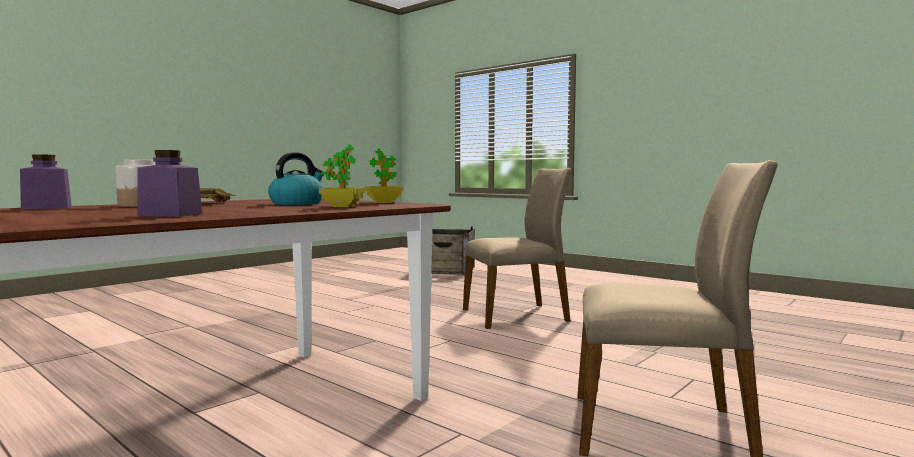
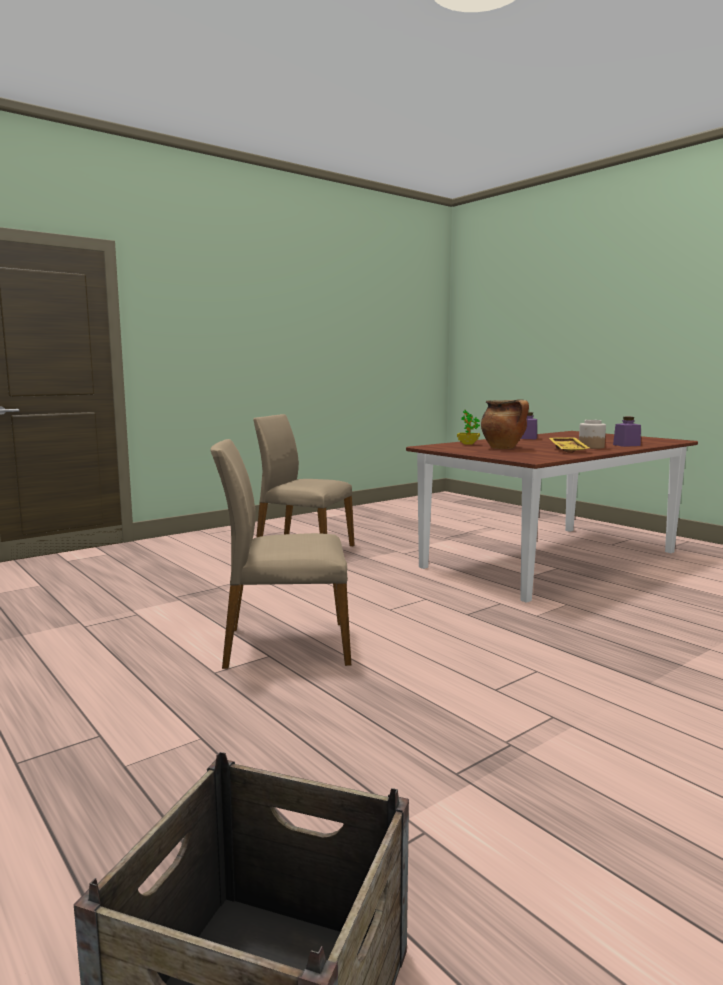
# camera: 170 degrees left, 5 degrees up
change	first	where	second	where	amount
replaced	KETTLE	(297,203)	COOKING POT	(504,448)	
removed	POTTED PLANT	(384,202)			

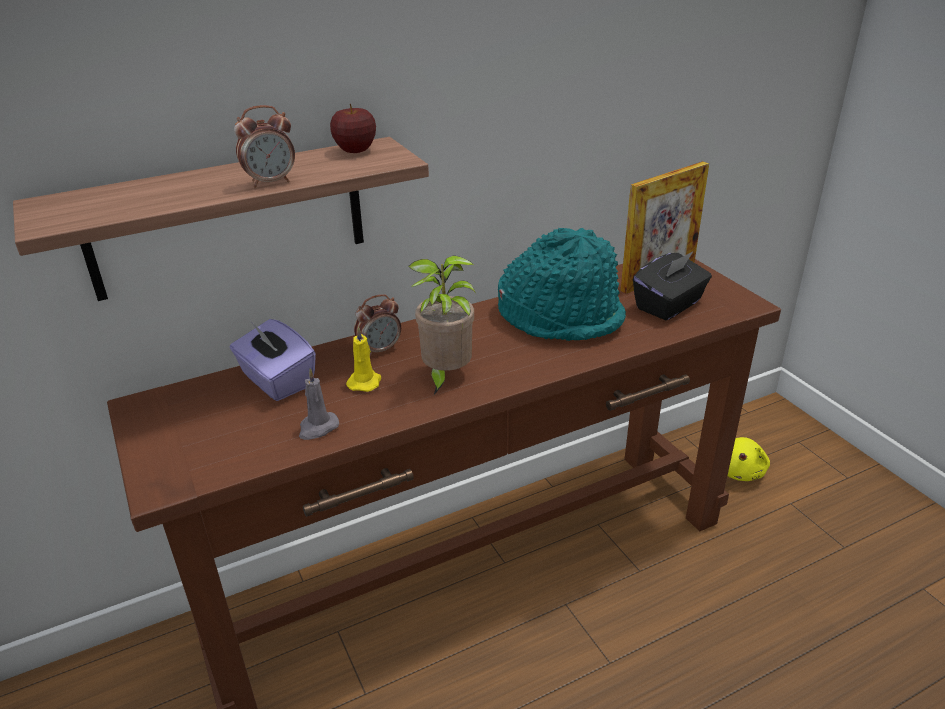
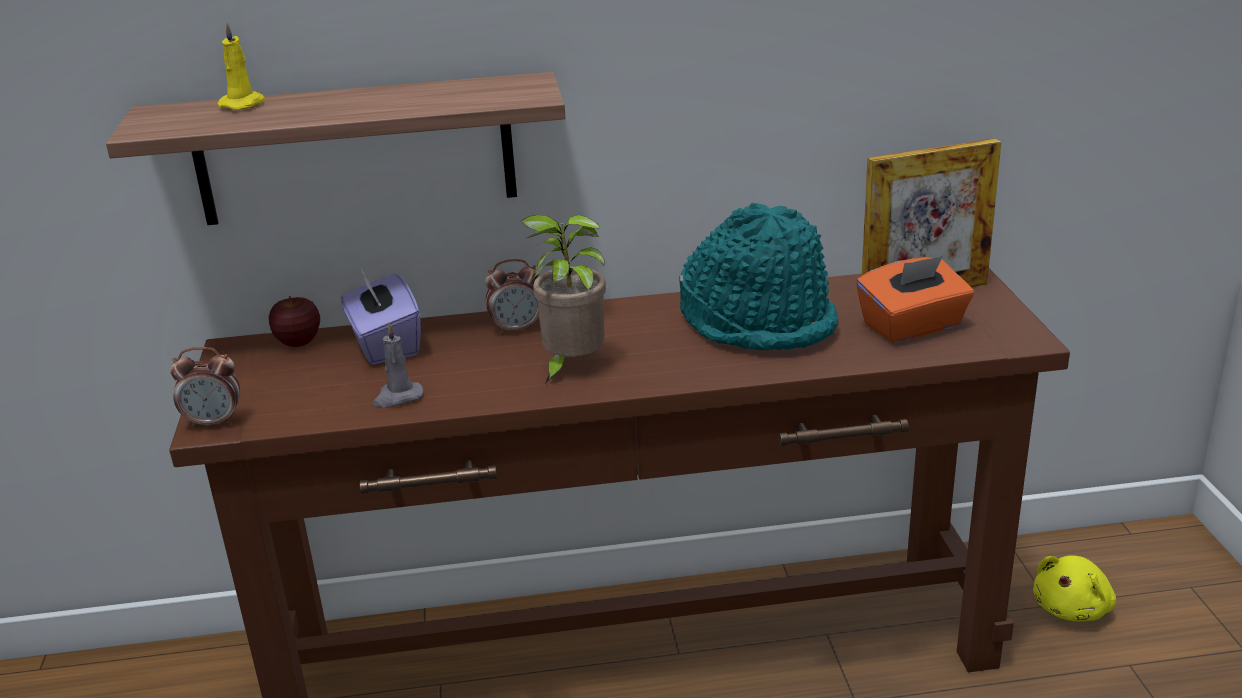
# camera: 20 degrees right, 5 degrees down
change	first	where	second	where	amount
moved	ALARM CLOCK	(271,182)		(214,422)	
moved	APPLE	(356,150)		(298,342)	
moved	YELLOW CANDLE	(365,382)		(244,104)	
recoloured	BLACK TISSUE BOX	(669,305)	ORANGE TISSUE BOX	(912,327)	

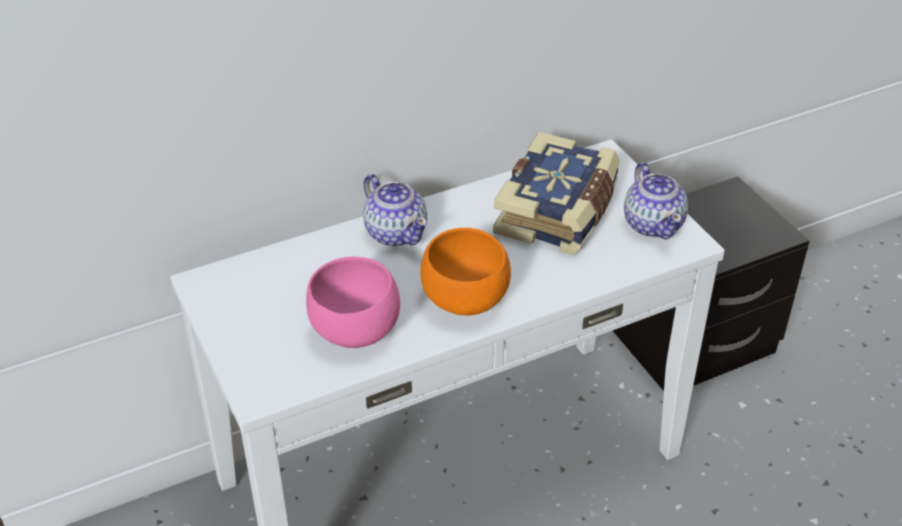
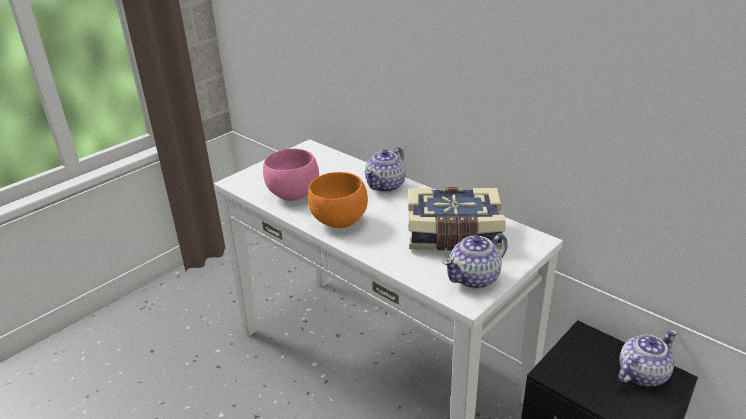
# camera: 70 degrees right, 10 degrees down
change	first	where	second	where	amount
added			TEAPOT	(641,374)	

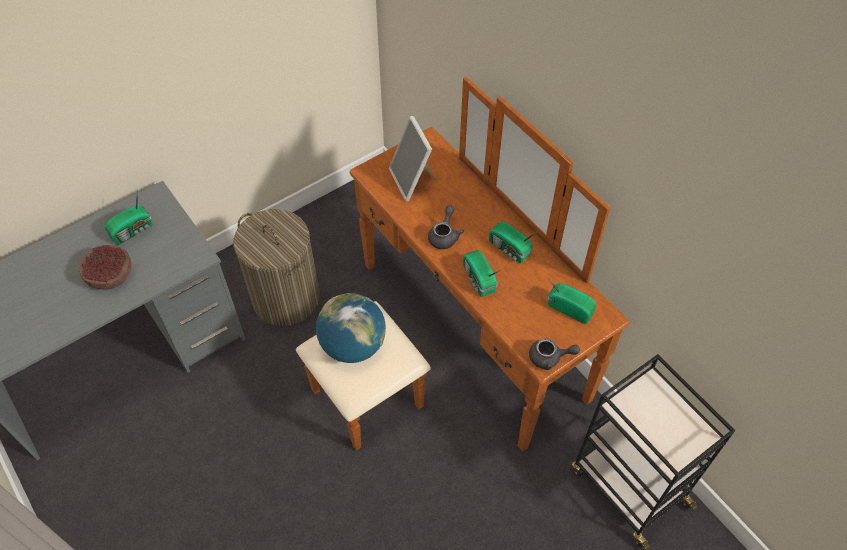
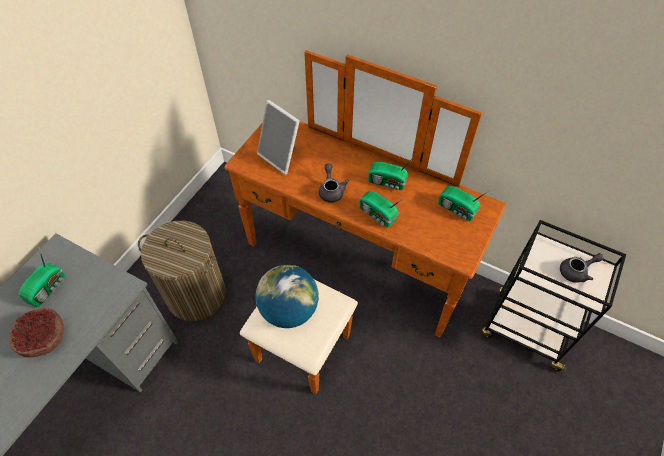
# camera: 25 degrees left, 0 degrees up
change	first	where	second	where	amount
moved	GREY TEAPOT	(549,358)		(576,271)	
turned	RADIO	(569,307)		(457,210)	150 degrees counterclockwise

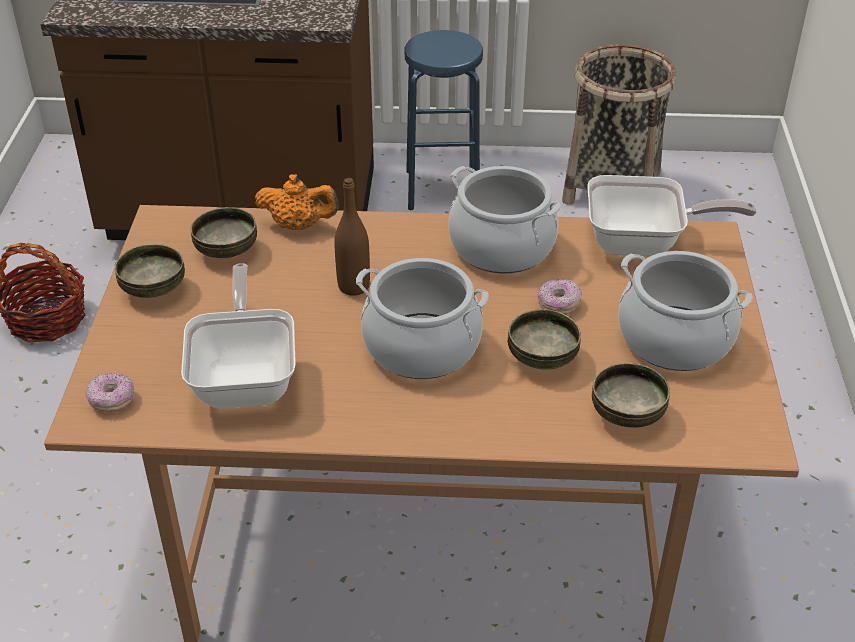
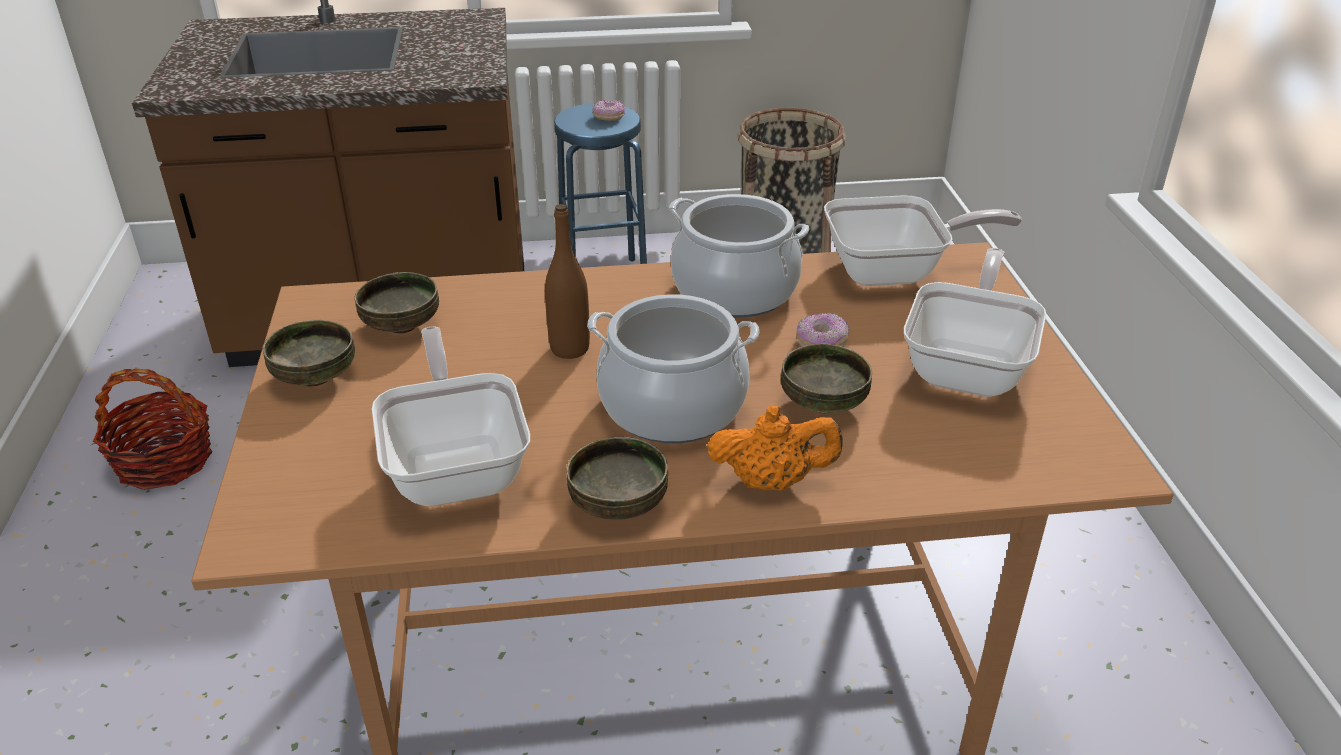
# camera: 10 degrees left, 5 degrees down
change	first	where	second	where	amount
moved	DONUT	(112,400)		(608,118)	
moved	ORANGE TEAPOT	(299,226)		(772,482)	
moved	BOWL	(627,416)		(619,506)	
replaced	COOKING POT	(675,339)	FRYING PAN	(969,366)	

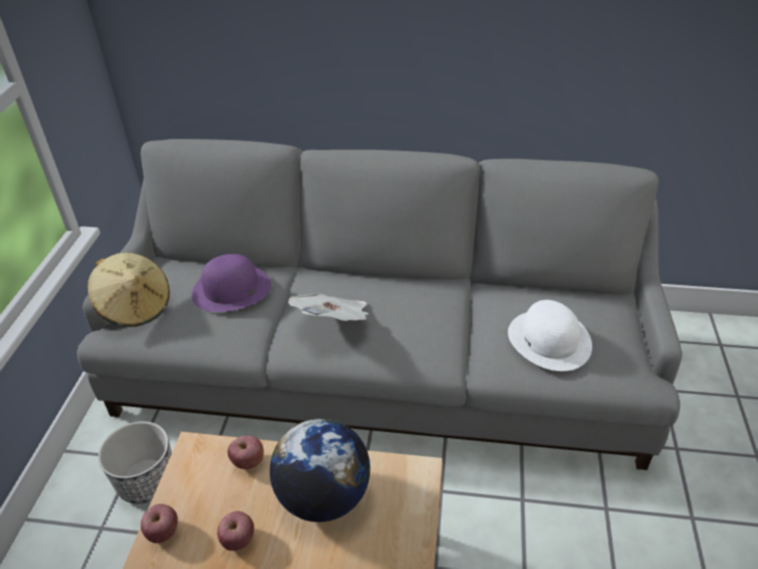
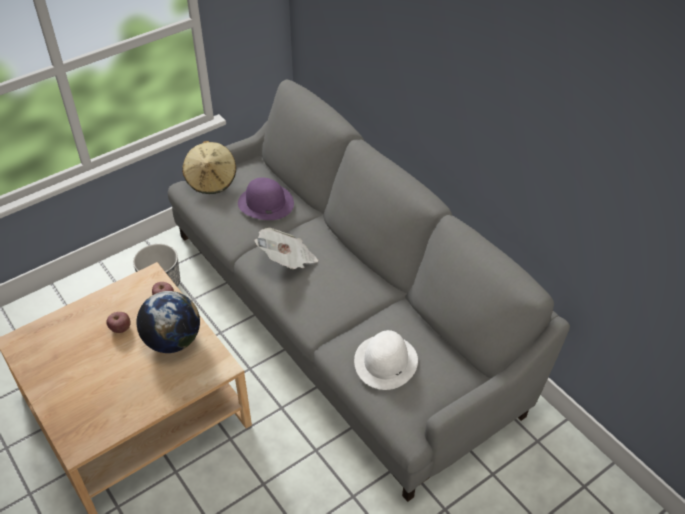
# camera: 45 degrees right, 5 degrees up
change	first	where	second	where	amount
removed	APPLE	(163,532)			

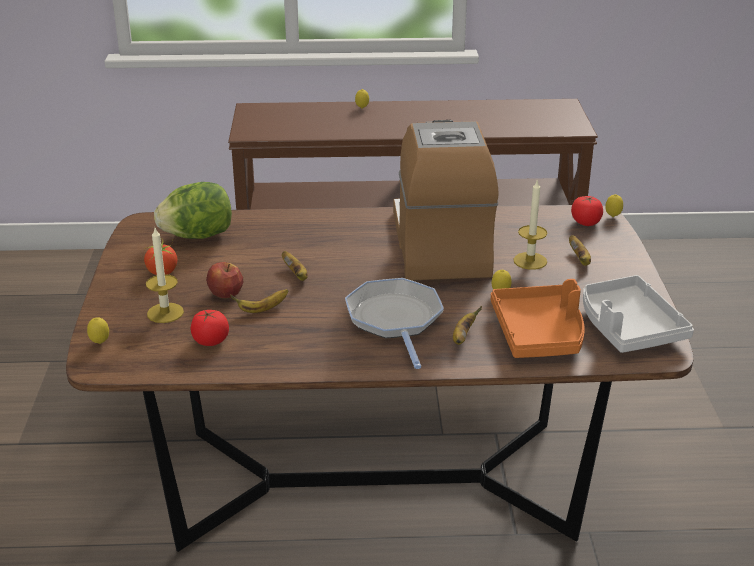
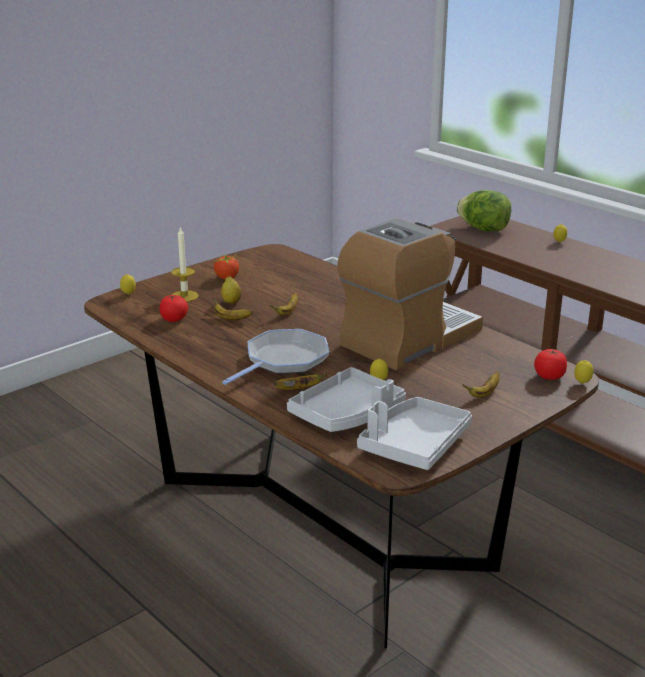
# camera: 50 degrees right, 5 degrees down
change	first	where	second	where	amount
moved	LETTUCE	(198,236)		(483,229)	
replaced	APPLE	(225,294)	LEMON	(231,302)	
recoloured	ORANGE TRAY	(539,334)	GREY TRAY	(347,414)	
removed	CANDLE	(530,261)			

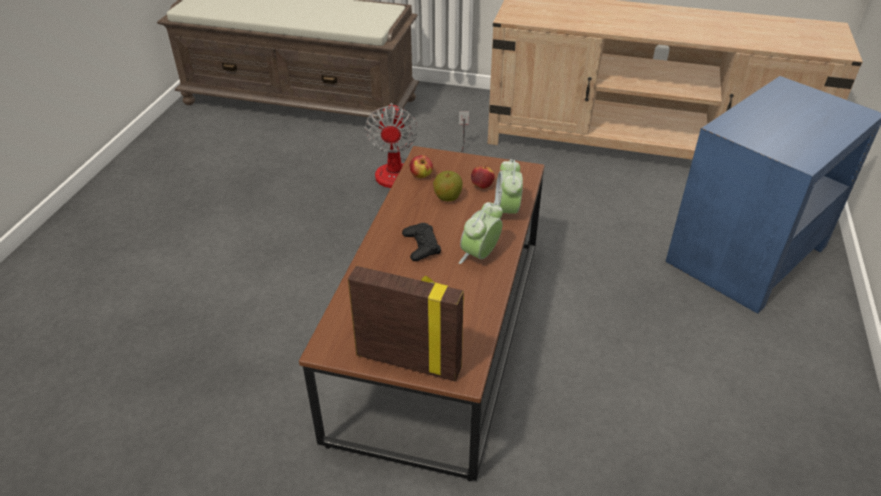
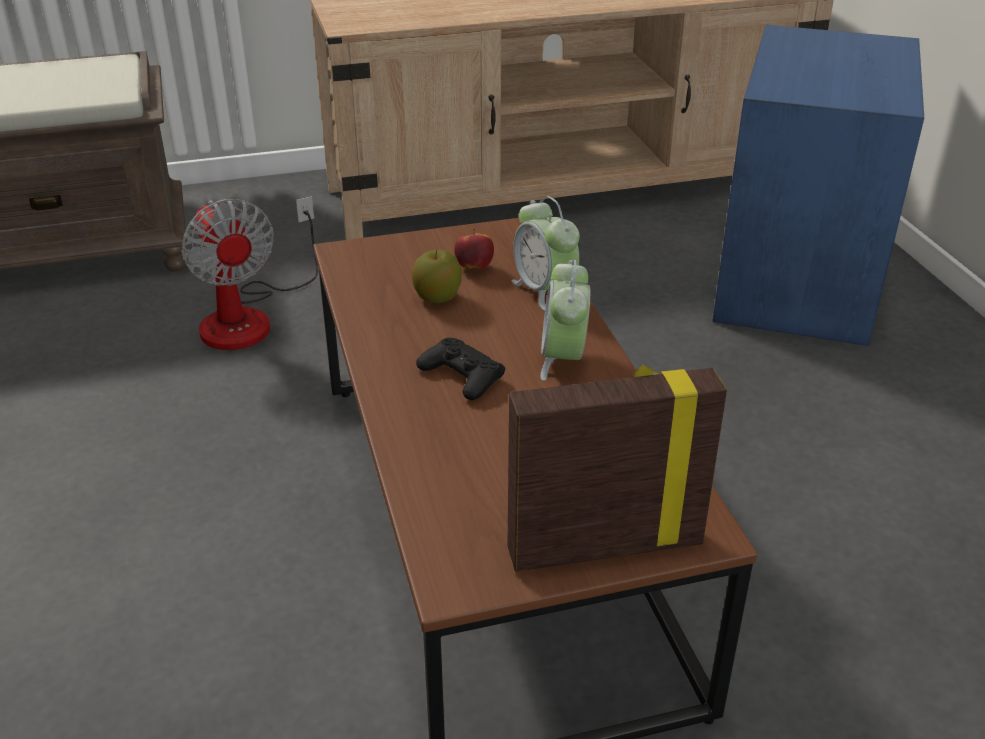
# camera: 30 degrees left, 5 degrees down
change	first	where	second	where	amount
removed	APPLE	(421,176)			

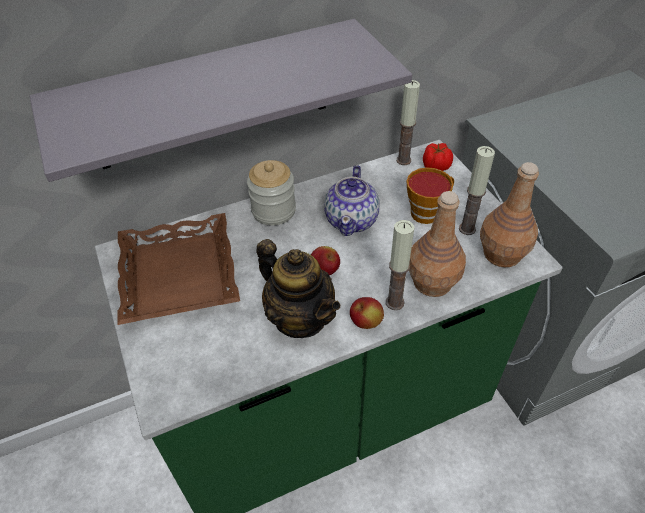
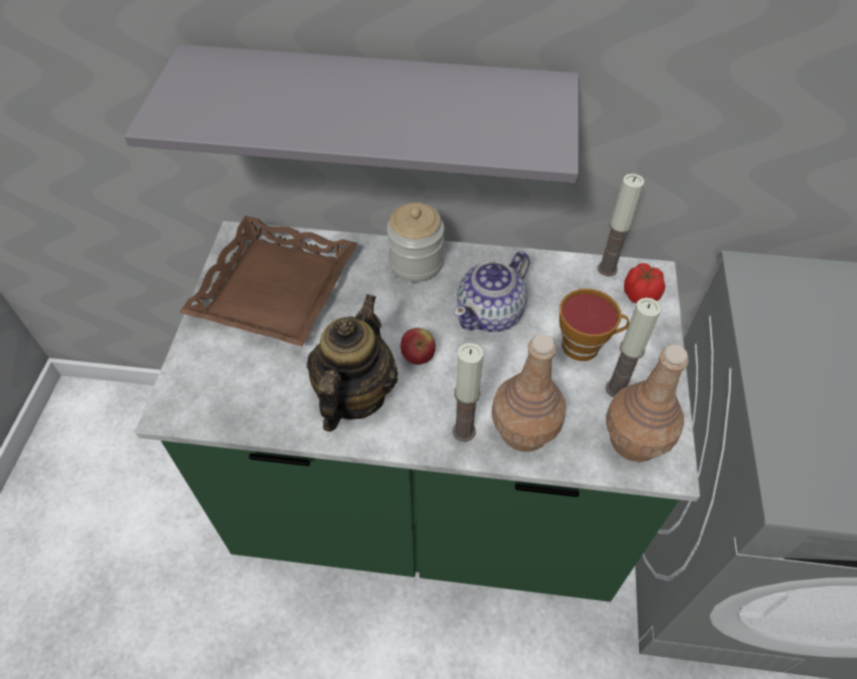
# camera: 30 degrees right, 5 degrees up
change	first	where	second	where	amount
turned	TEAPOT	(300,318)		(354,395)	150 degrees counterclockwise
removed	APPLE	(366,322)			

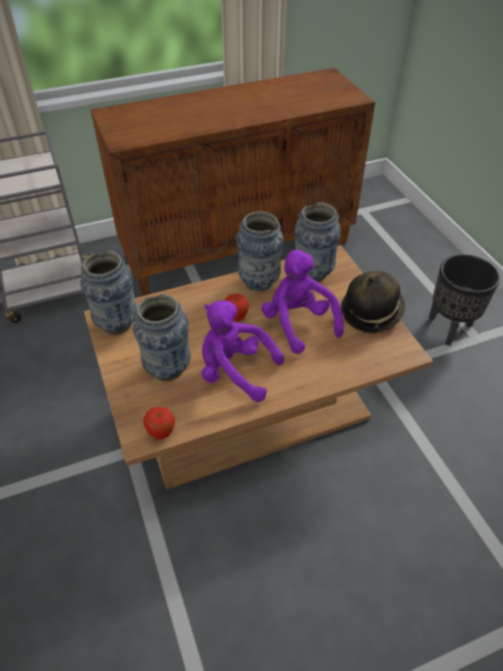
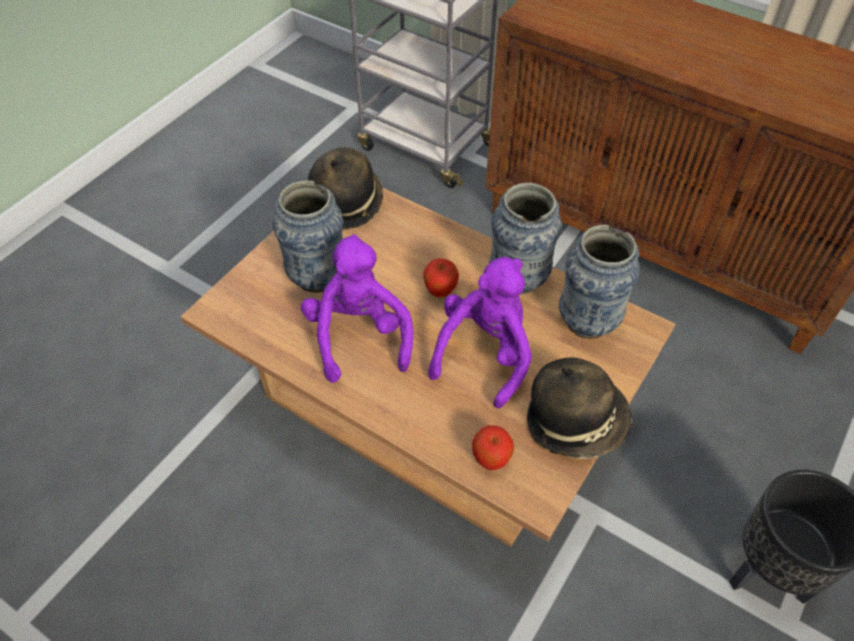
# camera: 55 degrees right, 5 degrees up
change	first	where	second	where	amount
replaced	VASE	(117,324)	HAT	(345,202)	
moved	APPLE	(161,433)		(491,460)	

